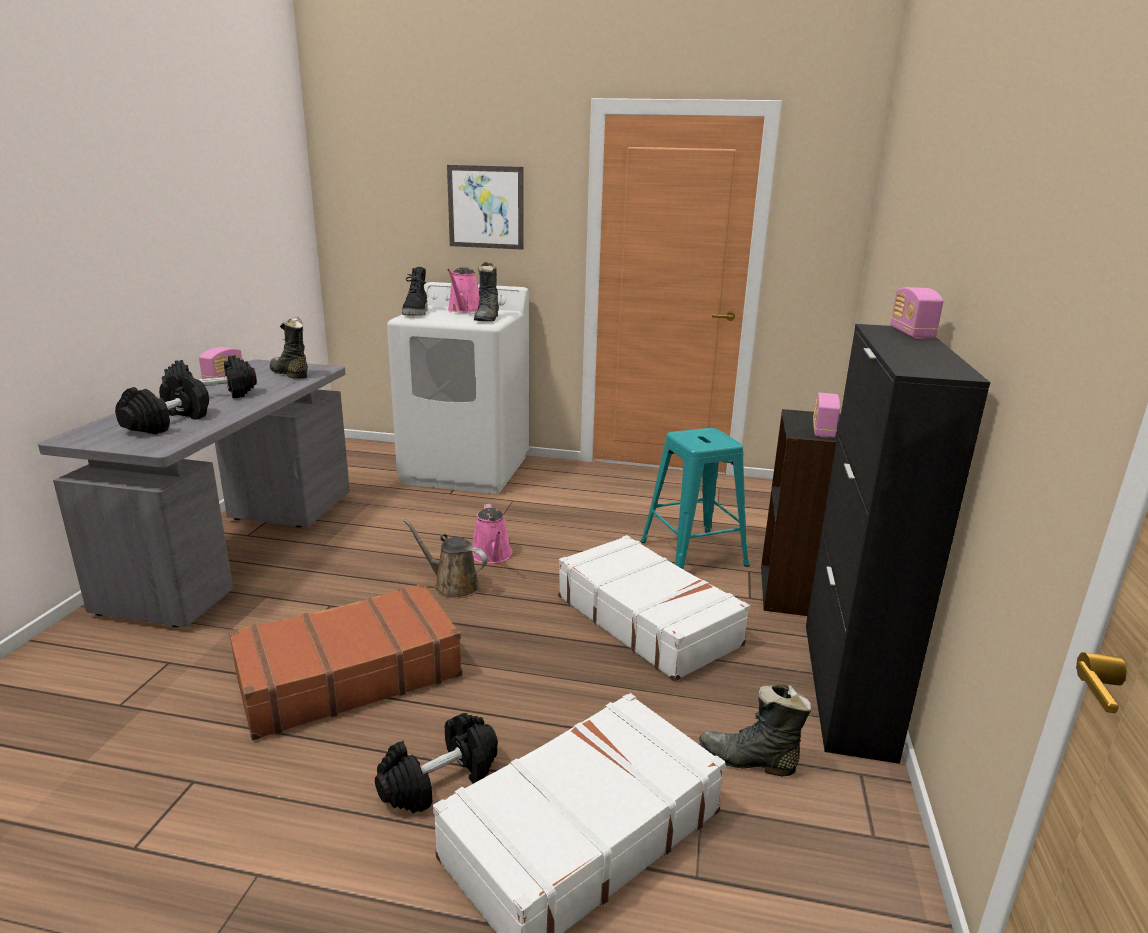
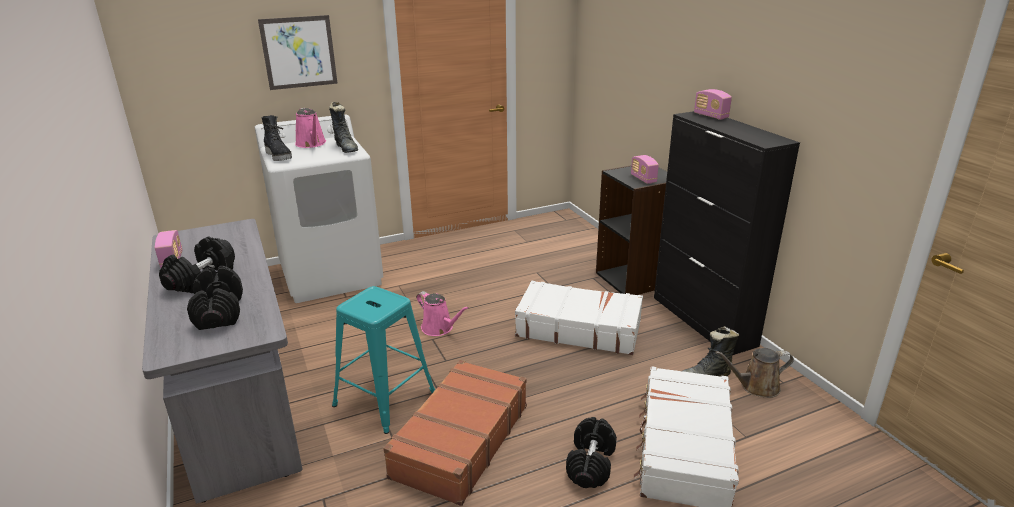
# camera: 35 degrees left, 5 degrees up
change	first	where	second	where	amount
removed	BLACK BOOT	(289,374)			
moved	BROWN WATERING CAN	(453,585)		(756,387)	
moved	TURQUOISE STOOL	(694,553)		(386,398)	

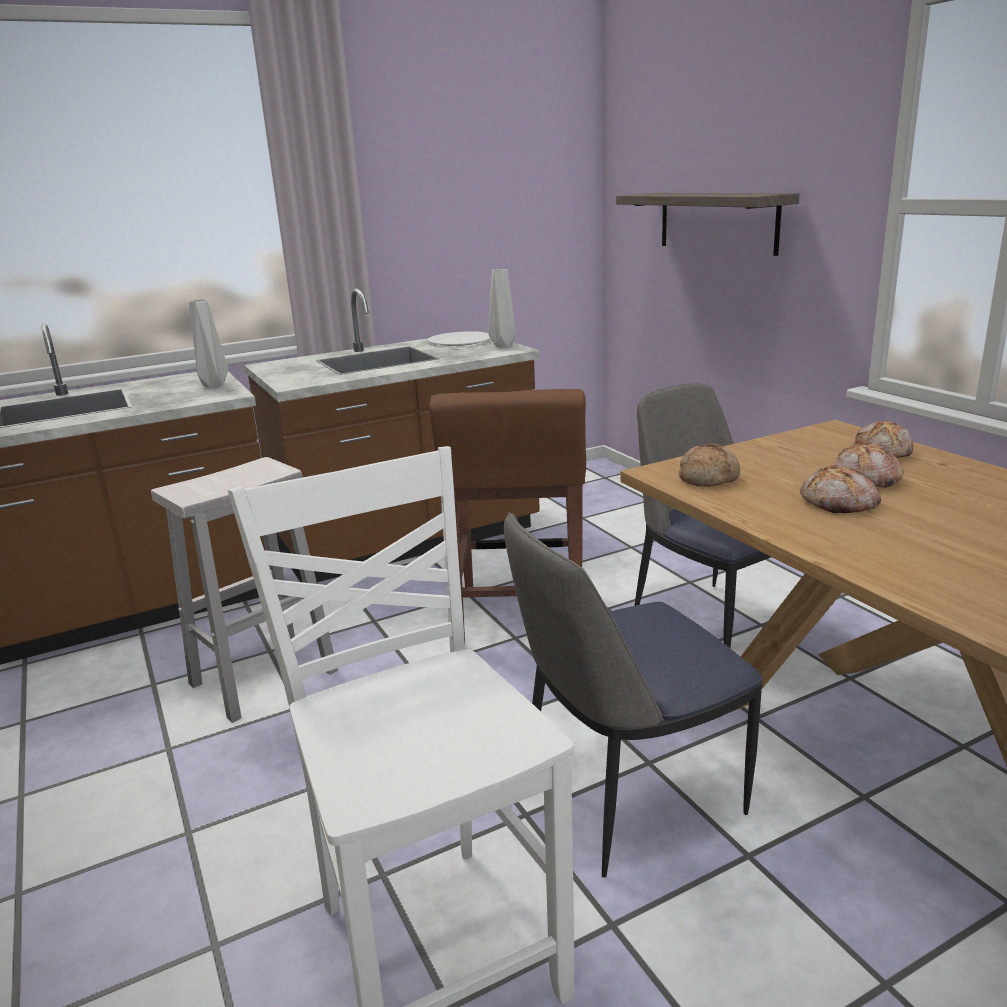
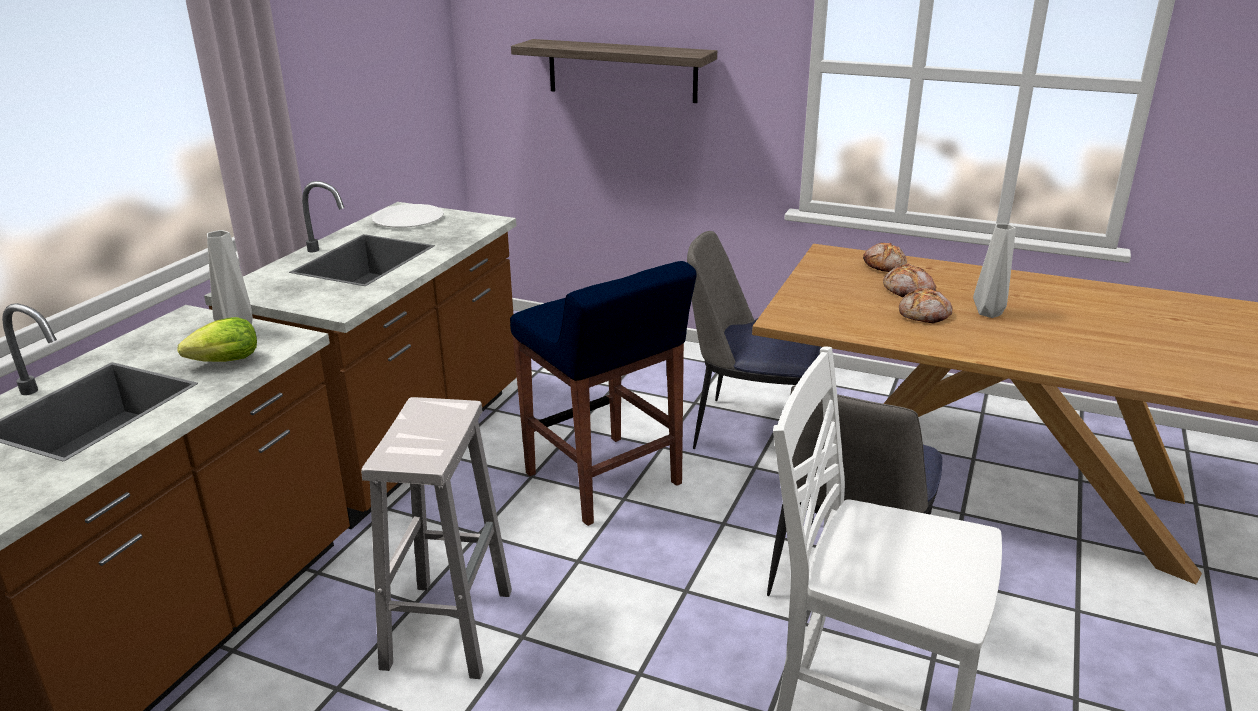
# camera: 40 degrees left, 5 degrees up
change	first	where	second	where	amount
recoloured	BROWN STOOL	(519,617)	BLUE STOOL	(604,480)	
moved	GREY VASE	(504,346)		(990,313)	
removed	BREAD	(708,478)			
added			LETTUCE	(221,362)	

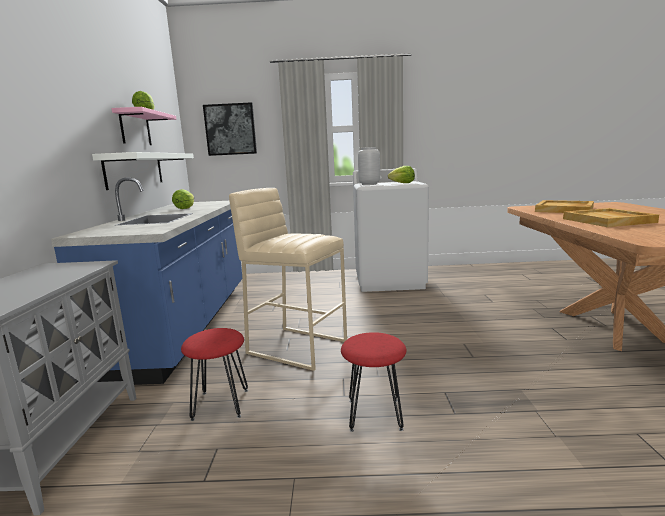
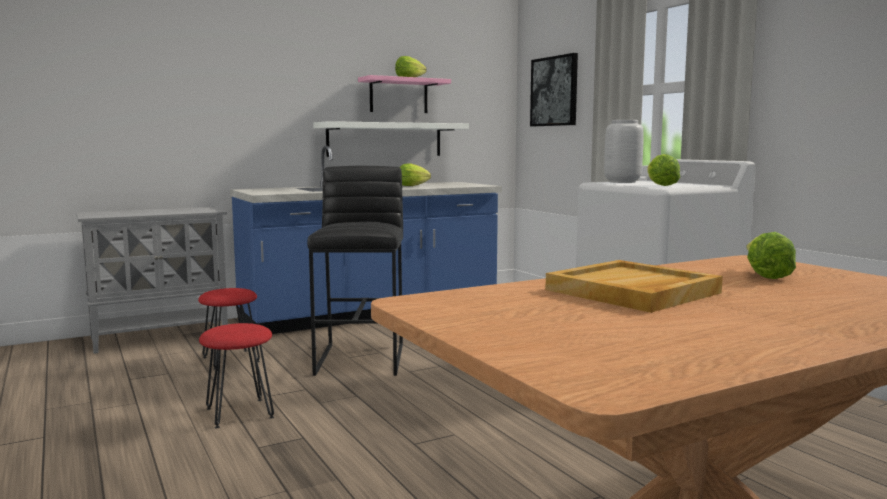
# camera: 60 degrees right, 5 degrees down
change	first	where	second	where	amount
recoloured	BEIGE STOOL	(297,346)	BLACK STOOL	(362,359)	
replaced	BEIGE TRAY	(564,209)	LETTUCE	(764,275)	

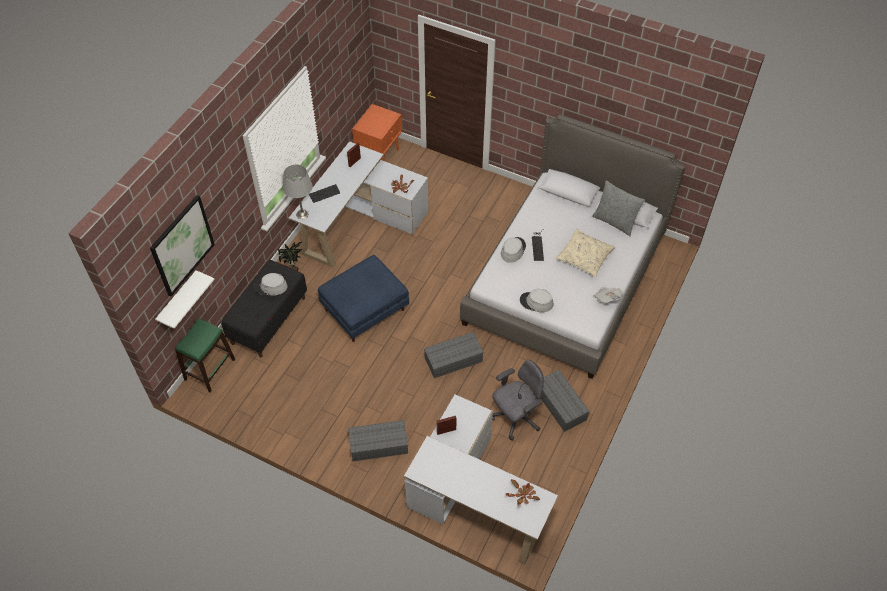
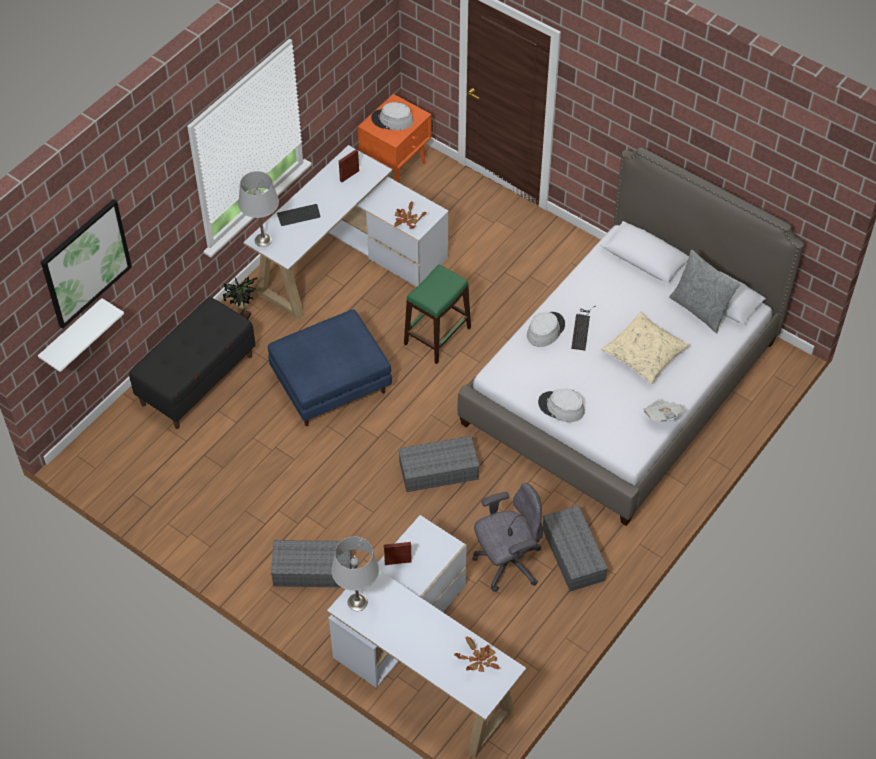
# camera: 10 degrees right, 0 degrees up
change	first	where	second	where	amount
moved	GREEN STOOL	(210,369)		(438,336)	
moved	GREY HAT	(270,287)		(392,120)	
added			GREY TABLE LAMP	(358,602)	

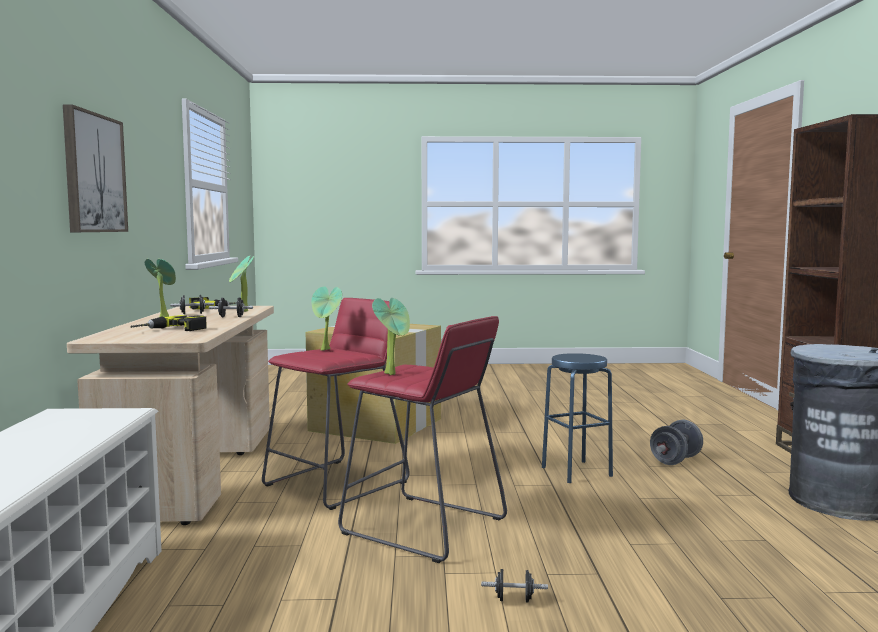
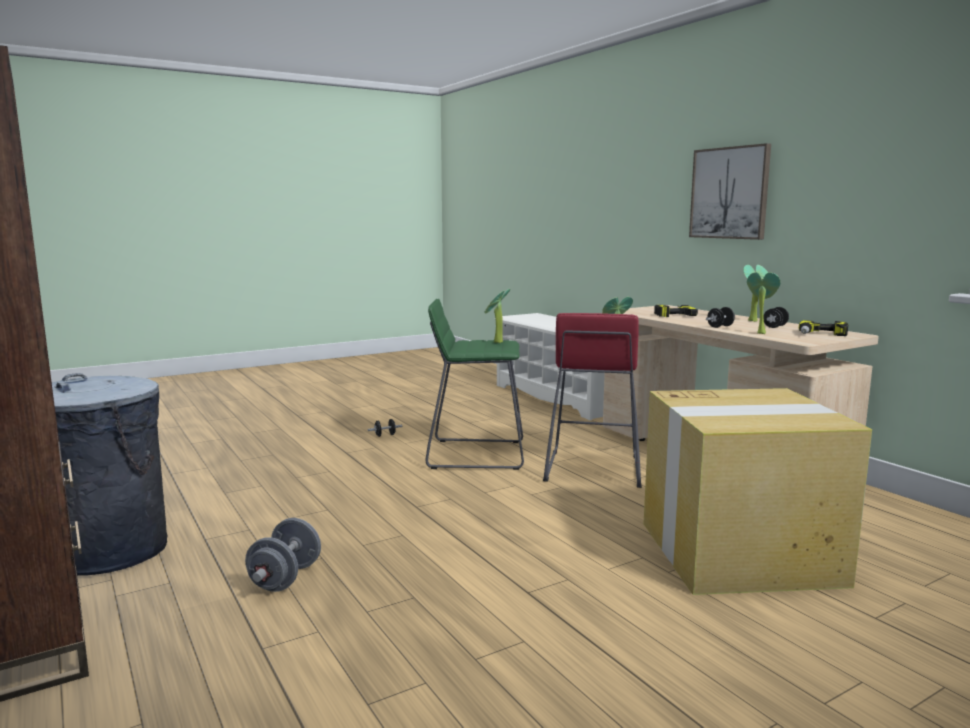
# camera: 150 degrees right, 5 degrees up
change	first	where	second	where	amount
recoloured	RED STOOL	(423,527)	GREEN STOOL	(476,454)	
removed	BLUE STOOL	(576,471)			

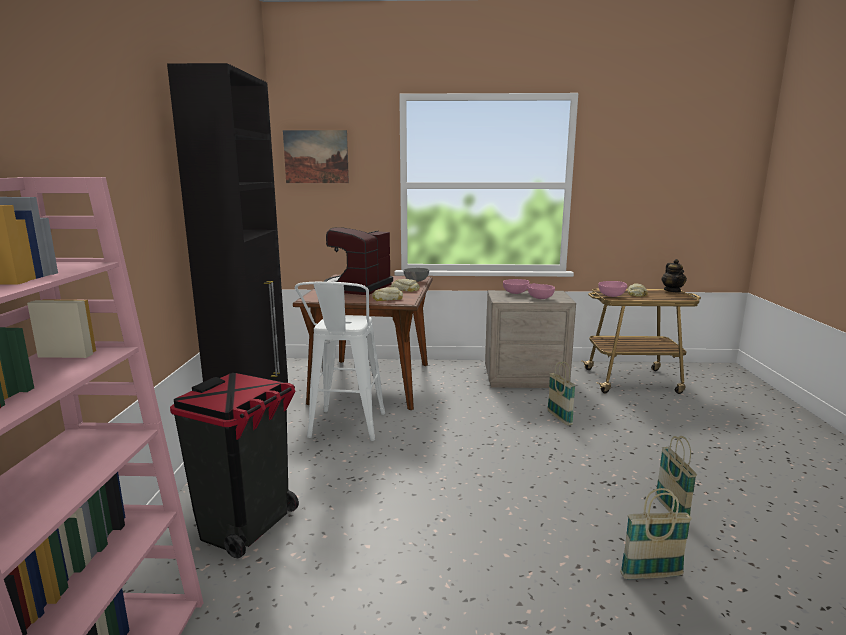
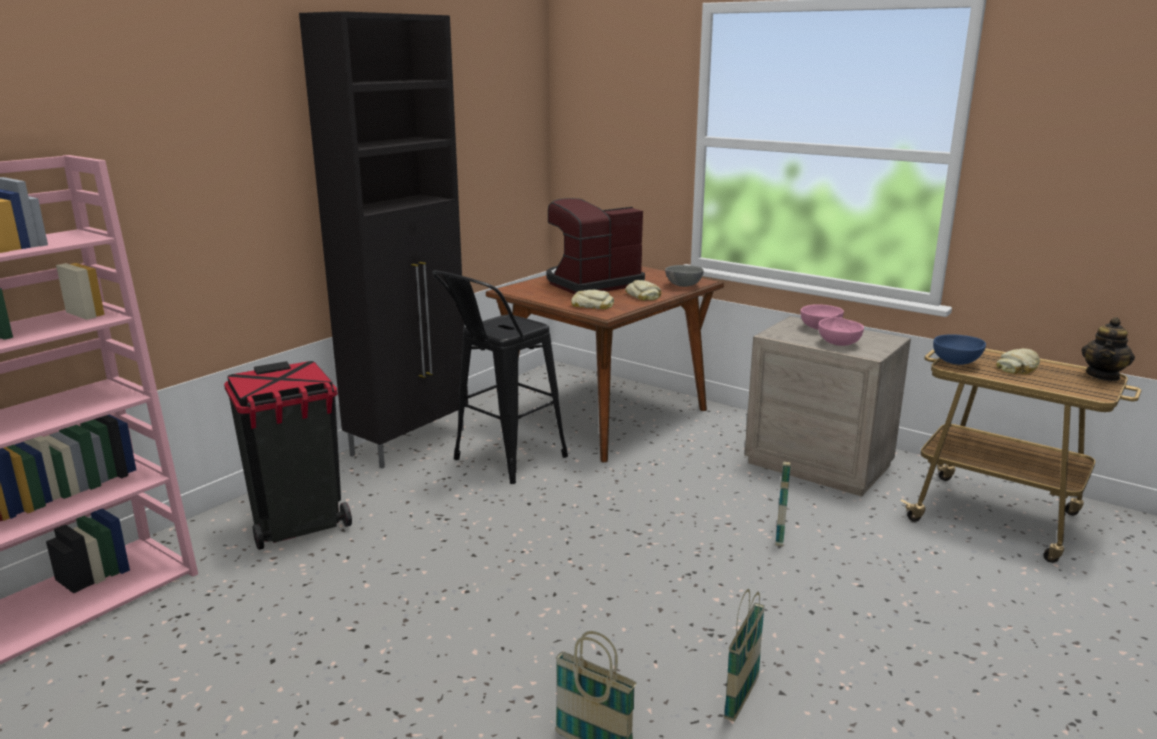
# camera: 35 degrees right, 5 degrees up
change	first	where	second	where	amount
removed	PICTURE	(316,157)			
recoloured	WHITE STOOL	(345,429)	BLACK STOOL	(501,462)	
recoloured	PINK BOWL	(612,296)	BLUE BOWL	(957,363)	

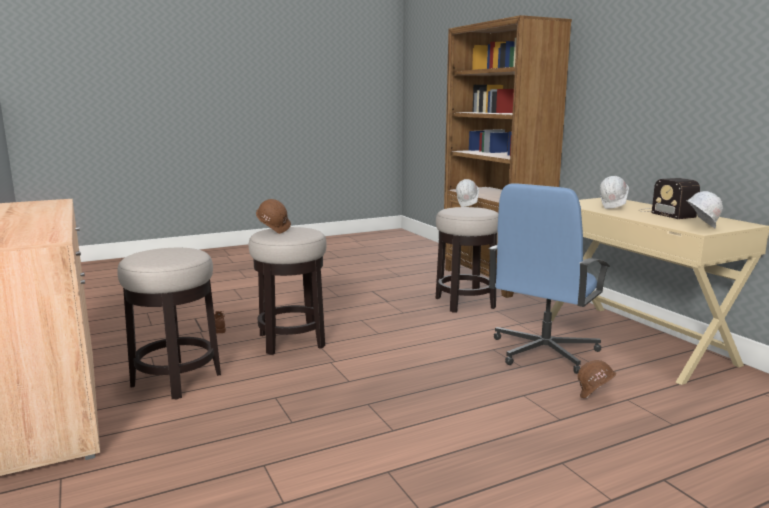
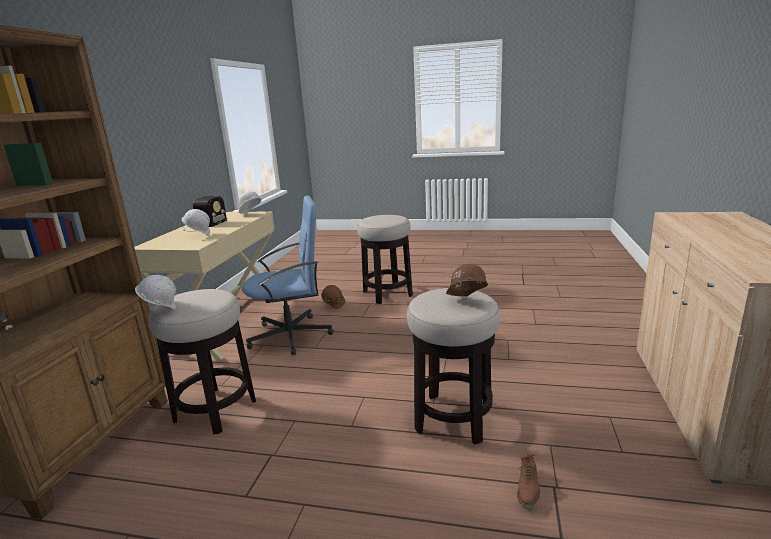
# camera: 140 degrees left, 5 degrees up
change	first	where	second	where	amount
moved	STOOL	(176,379)		(387,294)	

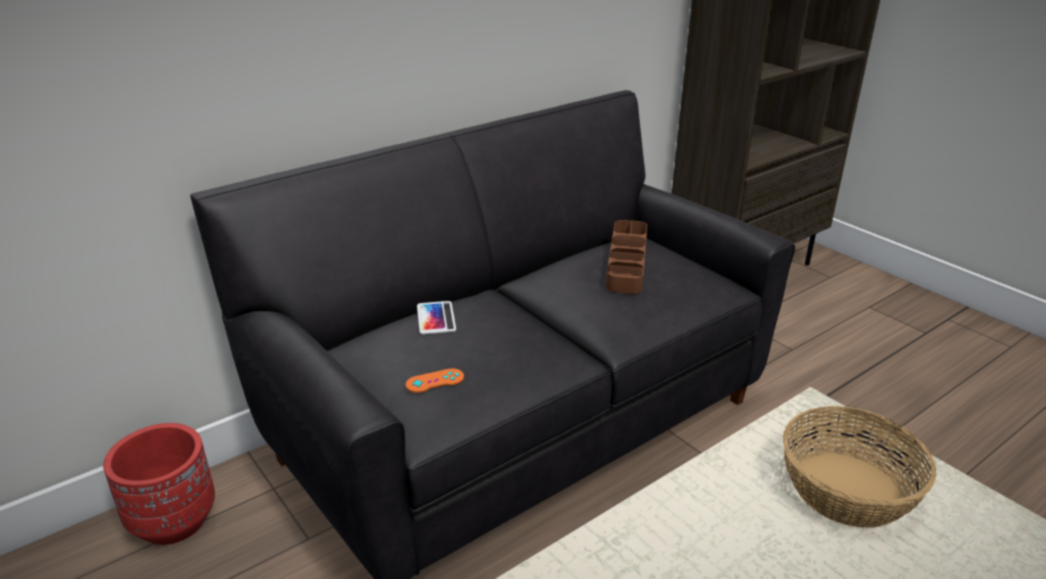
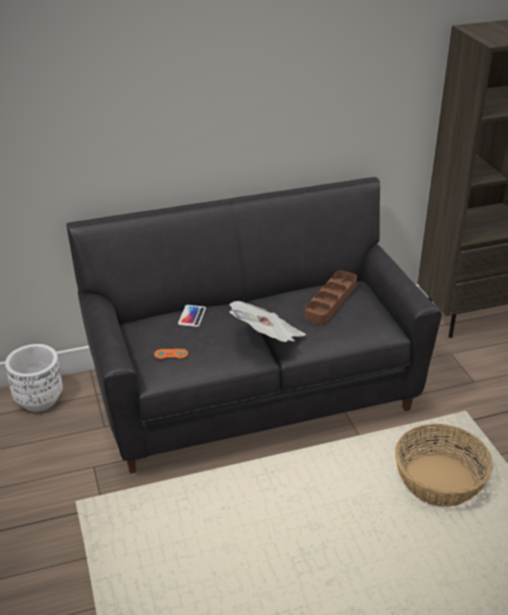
# camera: 20 degrees right, 5 degrees up
change	first	where	second	where	amount
recoloured	RED PLANTER	(174,521)	WHITE PLANTER	(39,400)	
added			NEWSPAPER	(267,338)	

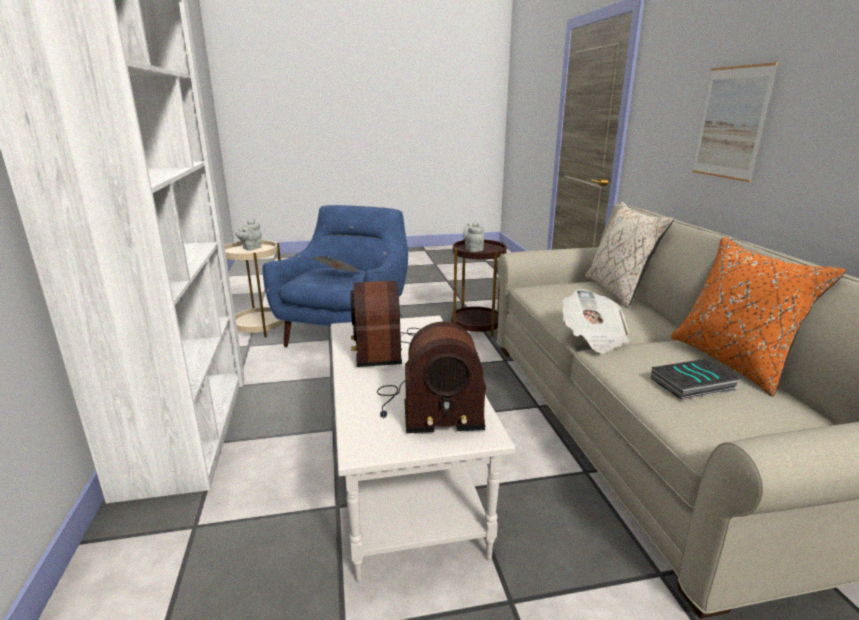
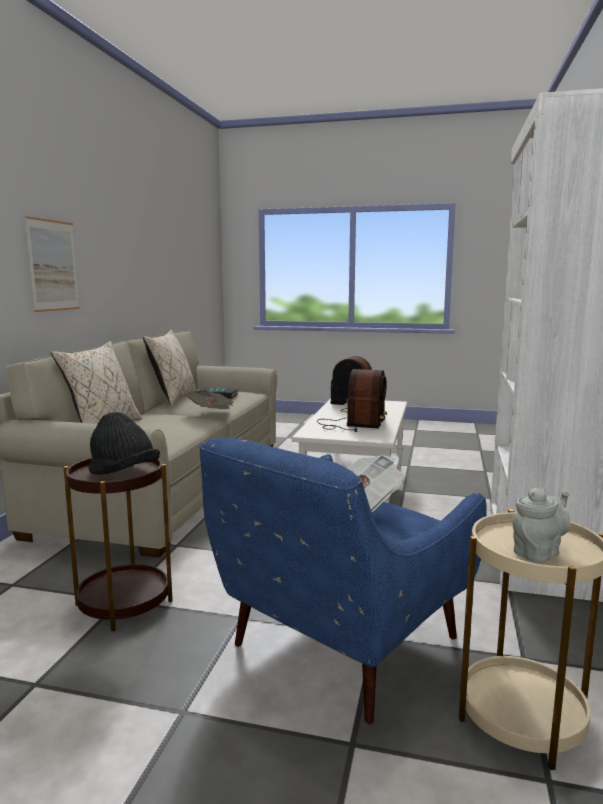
# camera: 155 degrees left, 10 degrees down
change	first	where	second	where	amount
replaced	GREY TEAPOT	(473,249)	BLACK HAT	(123,474)	
recoloured	ORANGE PILLOW	(732,362)	BEIGE PILLOW	(173,398)	

